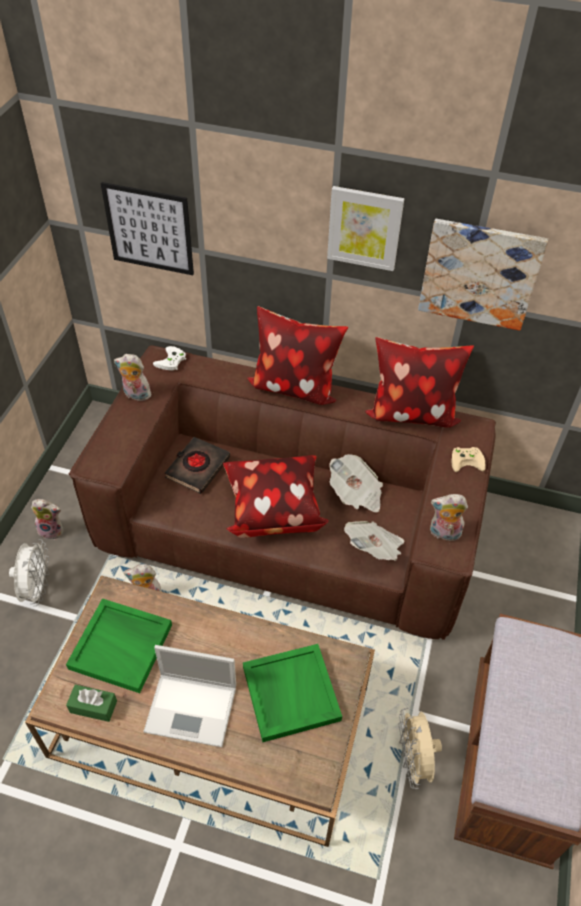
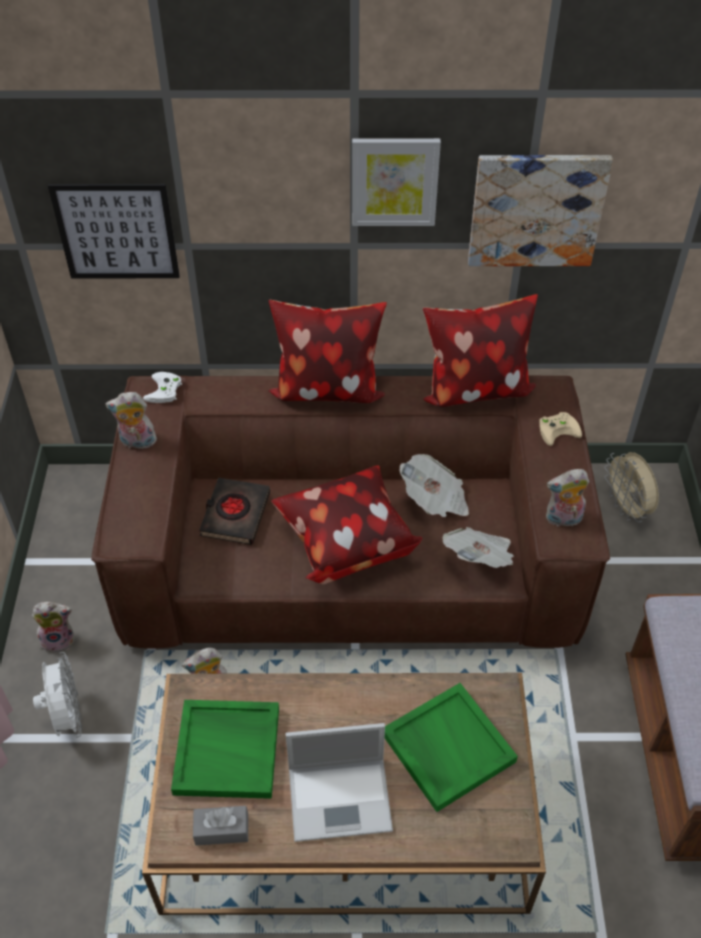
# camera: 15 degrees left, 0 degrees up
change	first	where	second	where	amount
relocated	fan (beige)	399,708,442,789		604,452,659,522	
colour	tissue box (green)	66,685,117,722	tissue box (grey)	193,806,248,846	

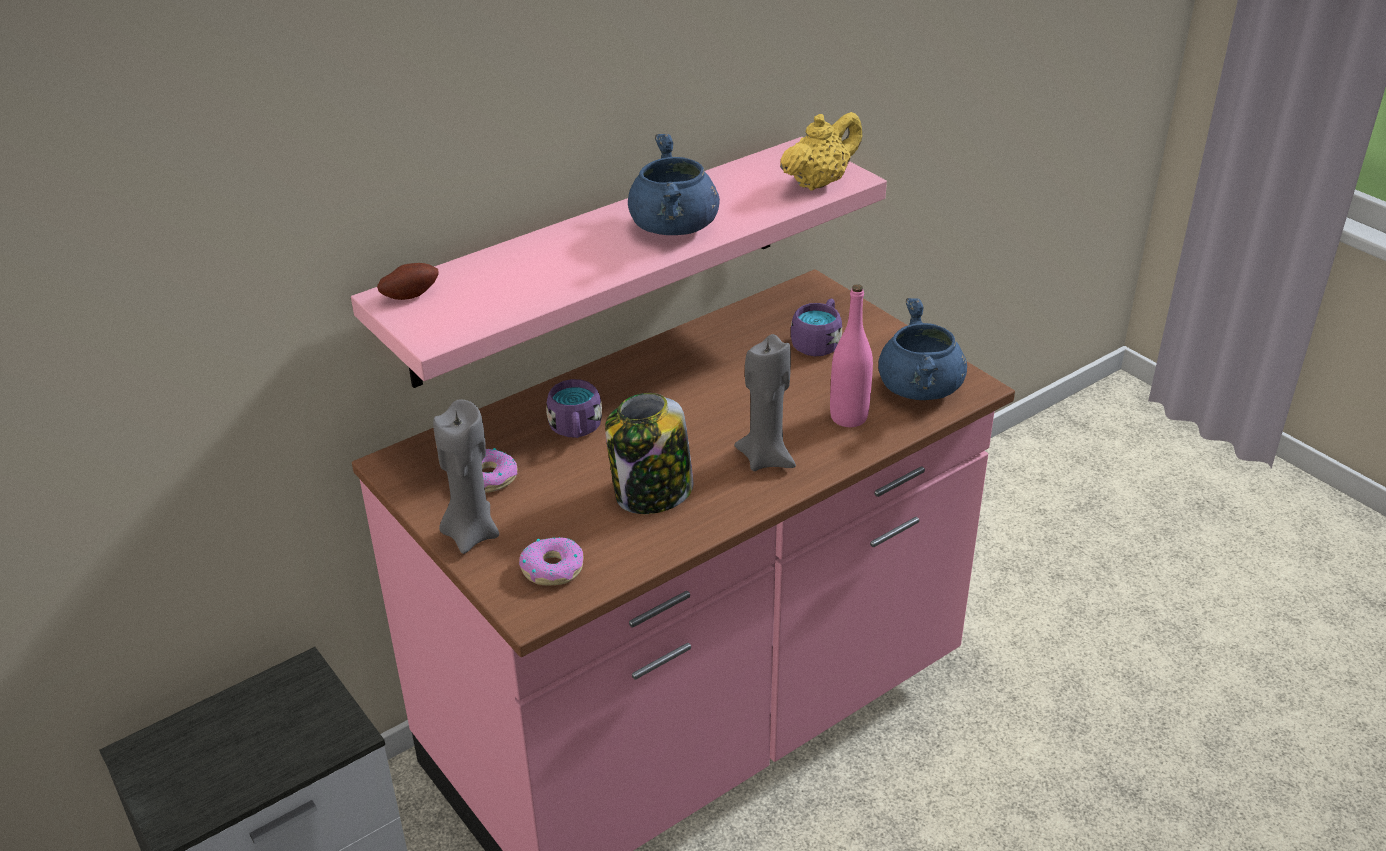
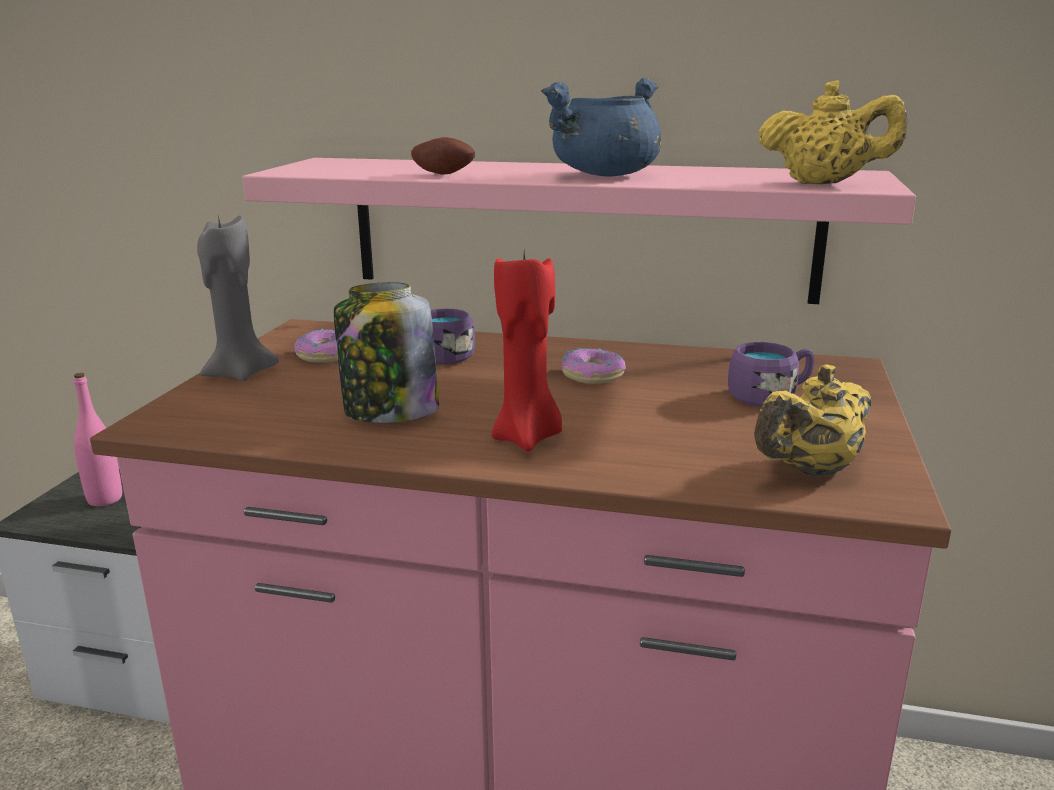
# camera: 50 degrees right, 15 degrees down
change	first	where	second	where	amount
relocated	potato	377,263,439,300		411,137,475,175	
relocated	donut	519,537,584,585		561,348,626,384	
relocated	bottle (pink)	830,284,873,427		73,373,122,506	
exchanged	cooking pot (blue)	878,298,967,400	teapot (yellow)	754,364,871,476	
colour	candle (grey)	734,334,796,471	candle (red)	492,250,562,451	

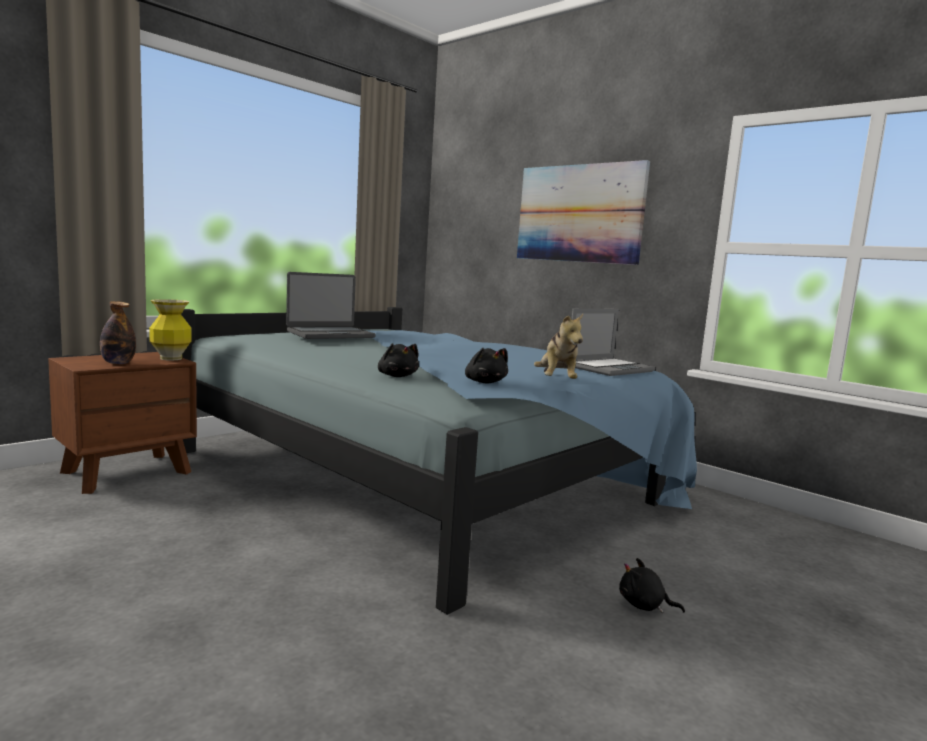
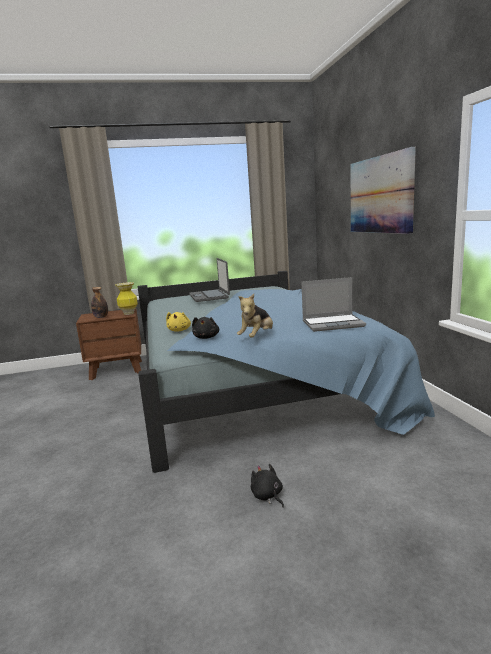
# camera: 35 degrees right, 5 degrees up
change	first	where	second	where	amount
colour	plush toy (black)	378,343,419,377	plush toy (yellow)	166,312,191,332	
spun	laptop	286,272,376,339		189,258,230,302	75 degrees clockwise

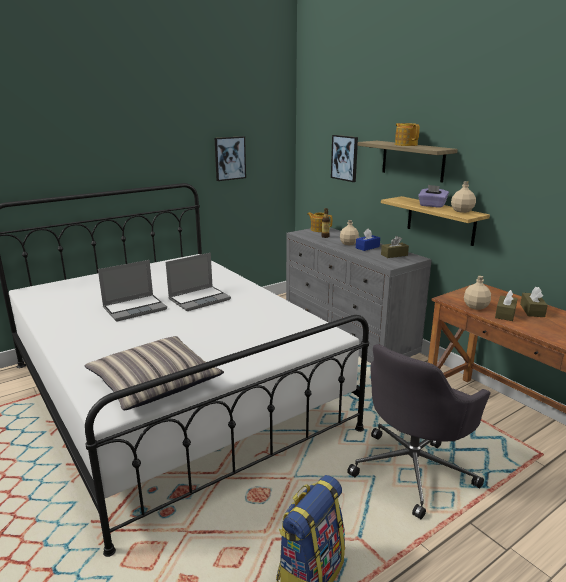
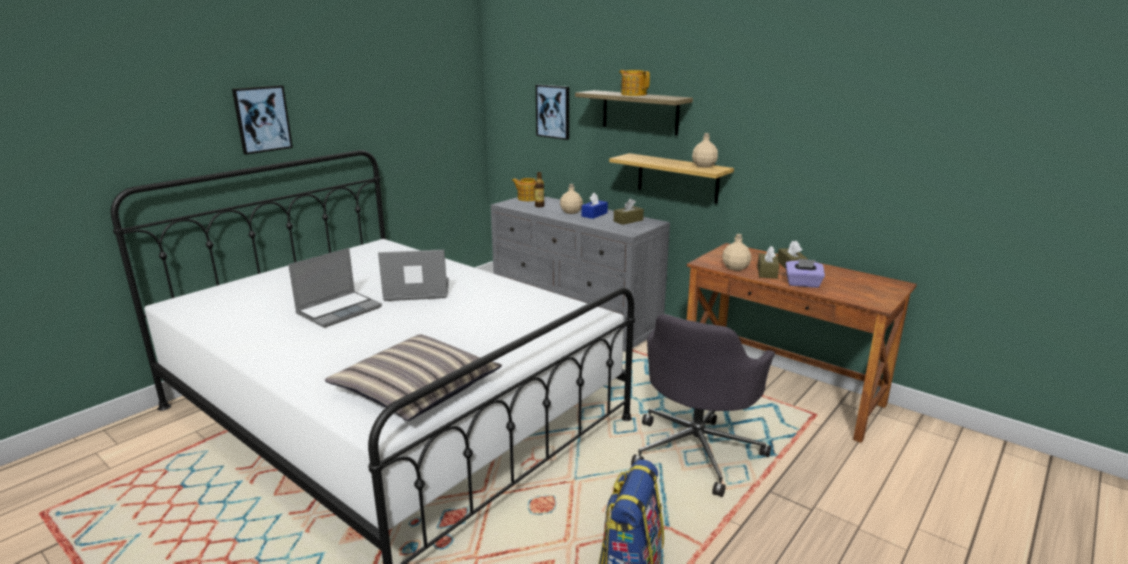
# camera: 15 degrees left, 0 degrees up
change	first	where	second	where	amount
relocated	picture	215,136,246,181		232,85,293,155	
relocated	tissue box (purple)	418,185,449,208		786,259,825,288	
spun	laptop	166,253,231,311		378,250,449,301	135 degrees counterclockwise

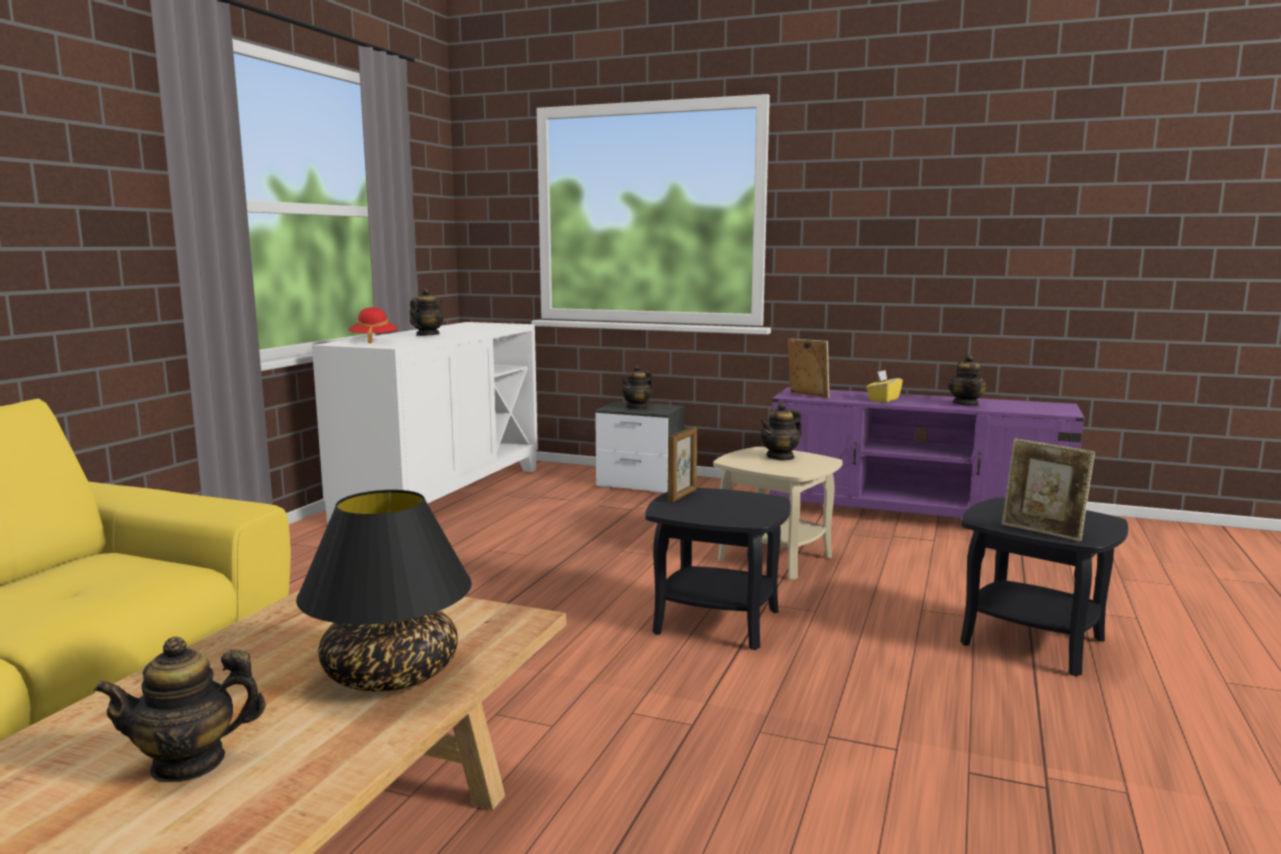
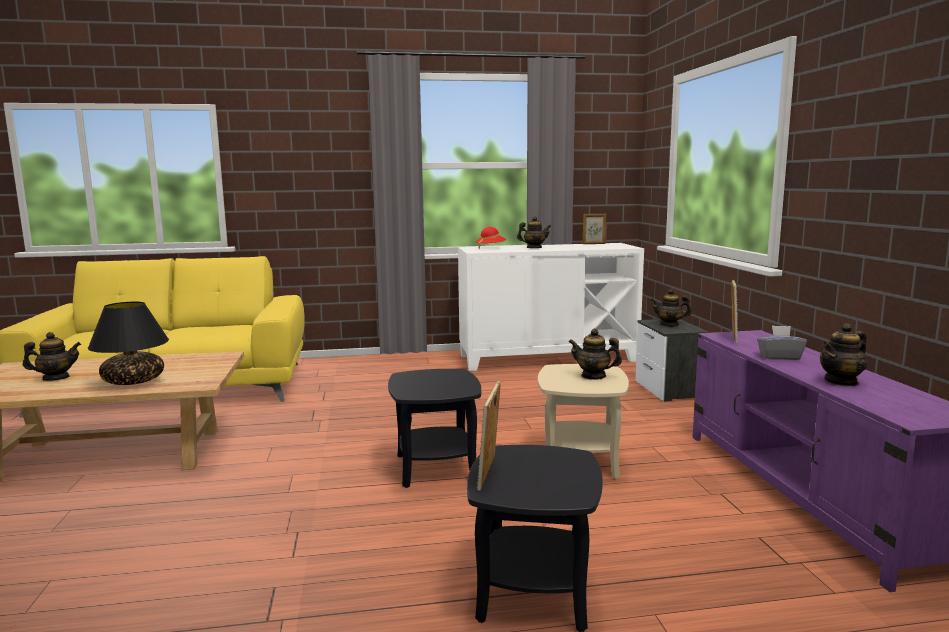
# camera: 60 degrees right, 0 degrees up
change	first	where	second	where	amount
relocated	picture frame	667,427,697,502		583,214,606,244	
colour	tissue box (yellow)	866,370,903,403	tissue box (grey)	757,325,807,360	
spun	teapot	94,636,266,782		23,332,81,381	120 degrees clockwise

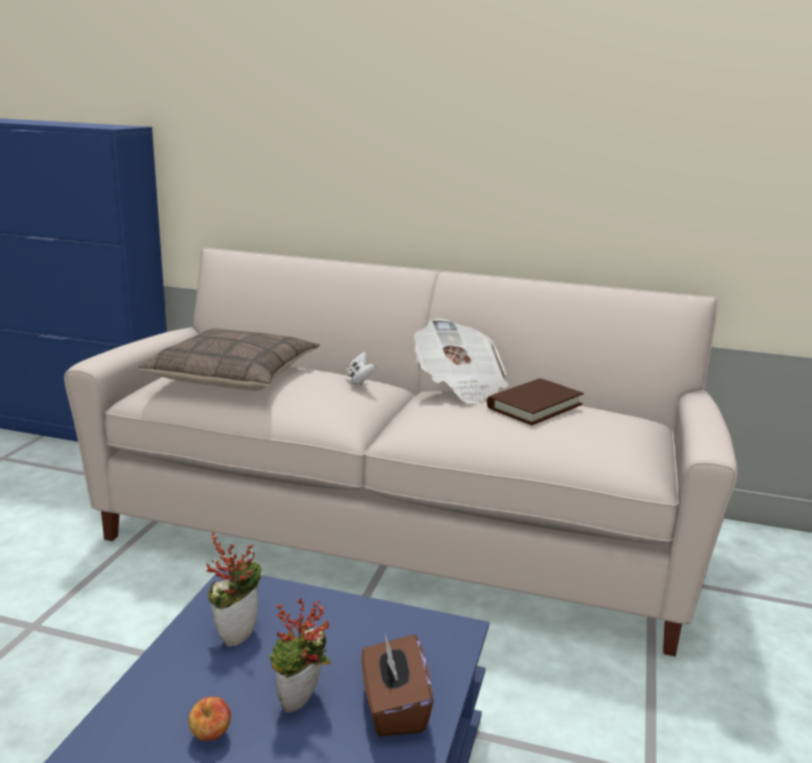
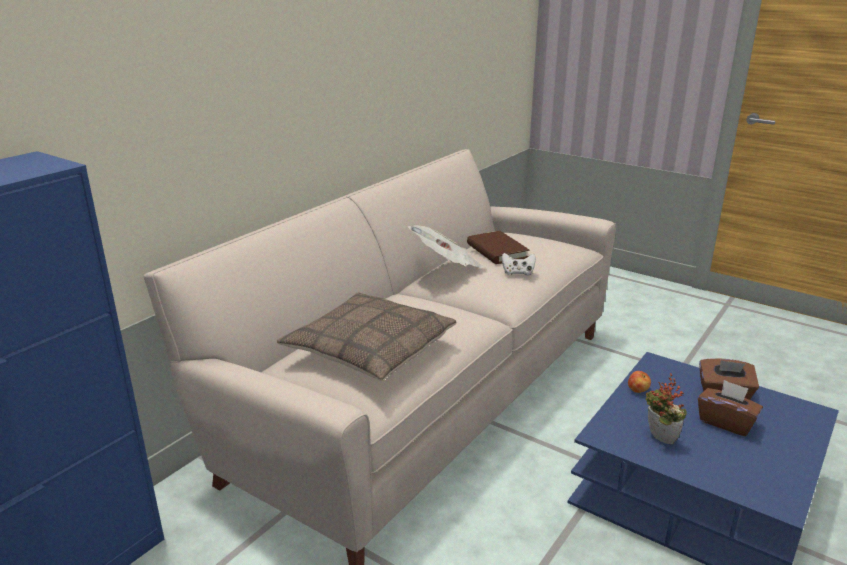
# camera: 70 degrees left, 5 degrees up
change	first	where	second	where	amount
relocated	apple	188,697,231,741		628,371,651,393	
relocated	game controller (white)	346,352,376,385		502,253,536,275	
exchanged	potted plant	270,598,331,713	tissue box (brown)	698,380,763,436	

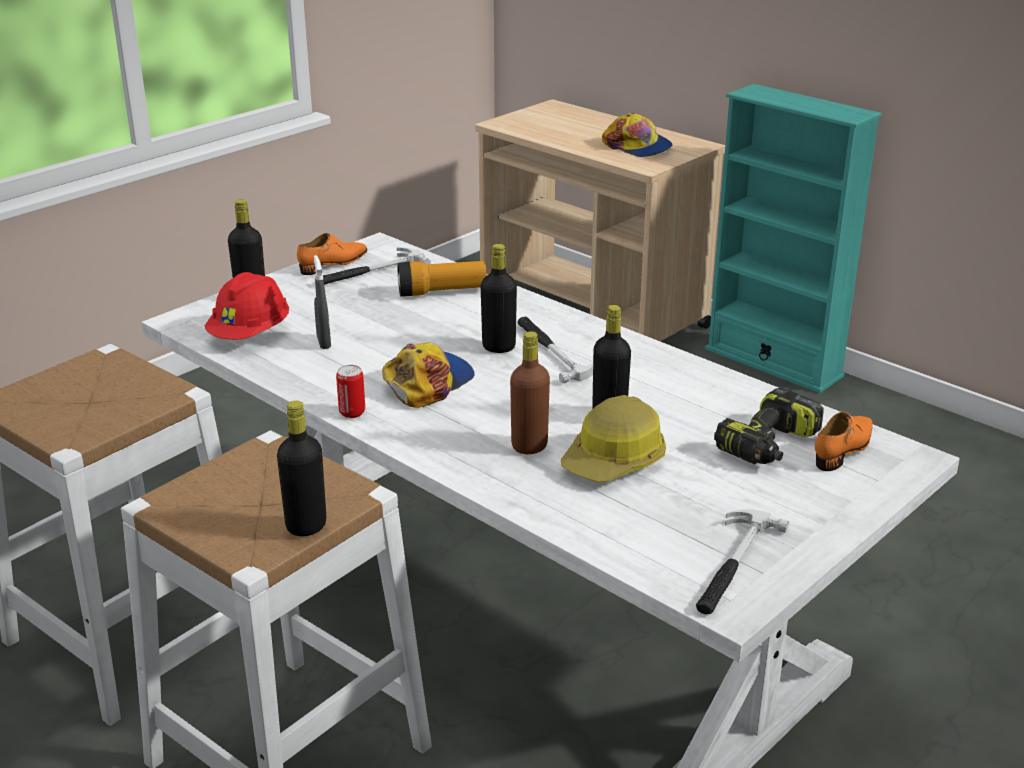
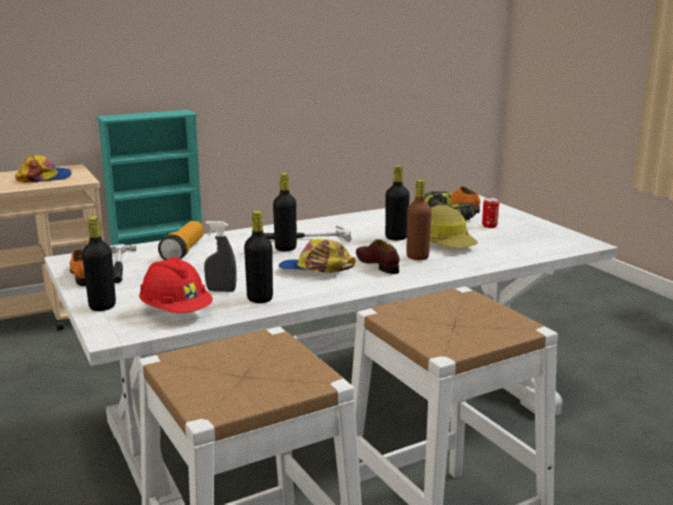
# camera: 70 degrees left, 10 degrees down
change	first	where	second	where	amount
missing	hammer	696,510,789,614			
appeared			shoe (brown)	356,239,400,274	
relocated	bottle (black)	277,401,326,536		244,211,273,303	
relocated	can	336,365,365,418		482,197,499,228	
spun	cap	382,343,475,408		279,239,356,273	45 degrees counterclockwise

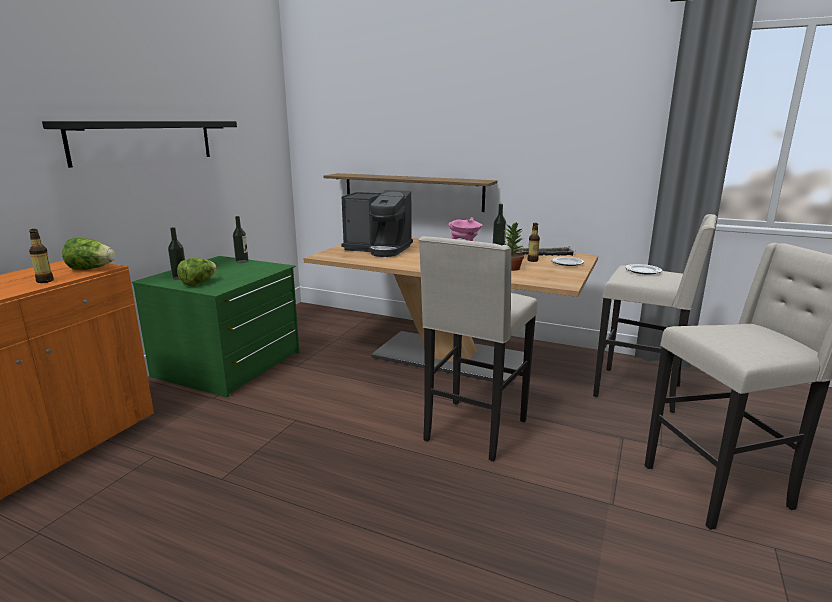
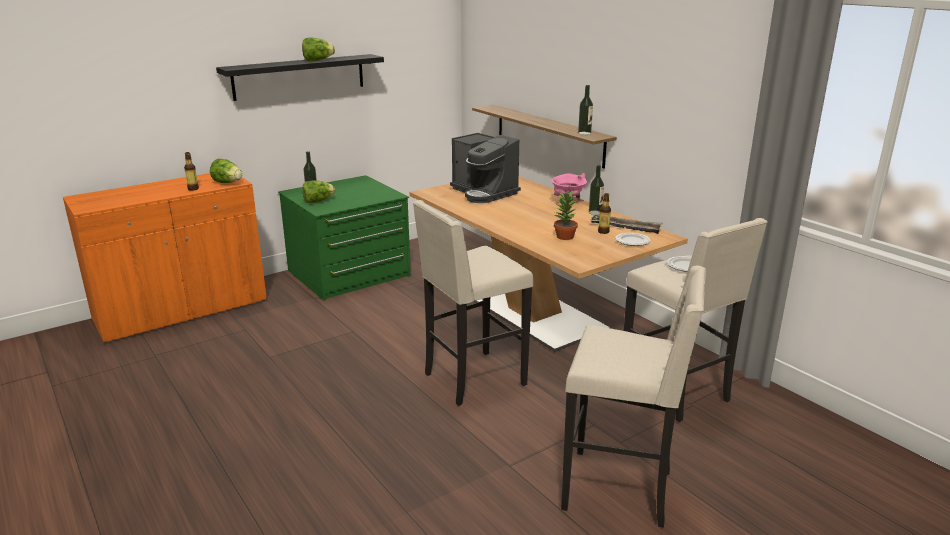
# camera: 30 degrees right, 5 degrees up
change	first	where	second	where	amount
appeared			lettuce	302,37,335,61	
relocated	bottle	233,216,249,263		578,85,593,135	

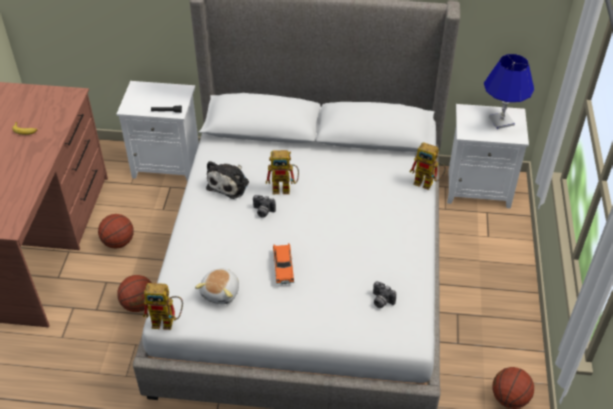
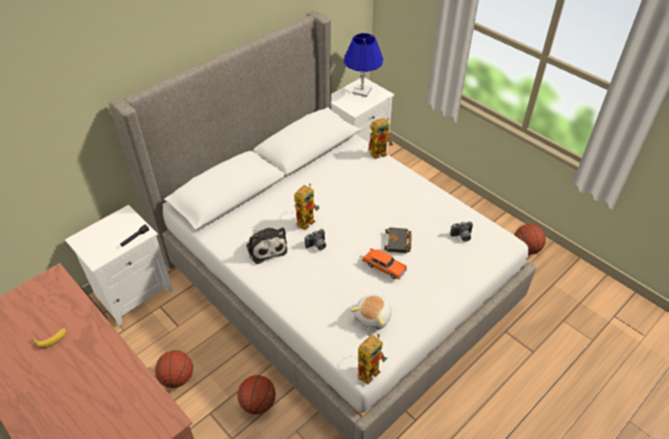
# camera: 50 degrees left, 0 degrees up
change	first	where	second	where	amount
appeared			book (black)	384,227,412,253	
spun	plush toy	195,268,239,304		350,294,392,330	60 degrees clockwise

